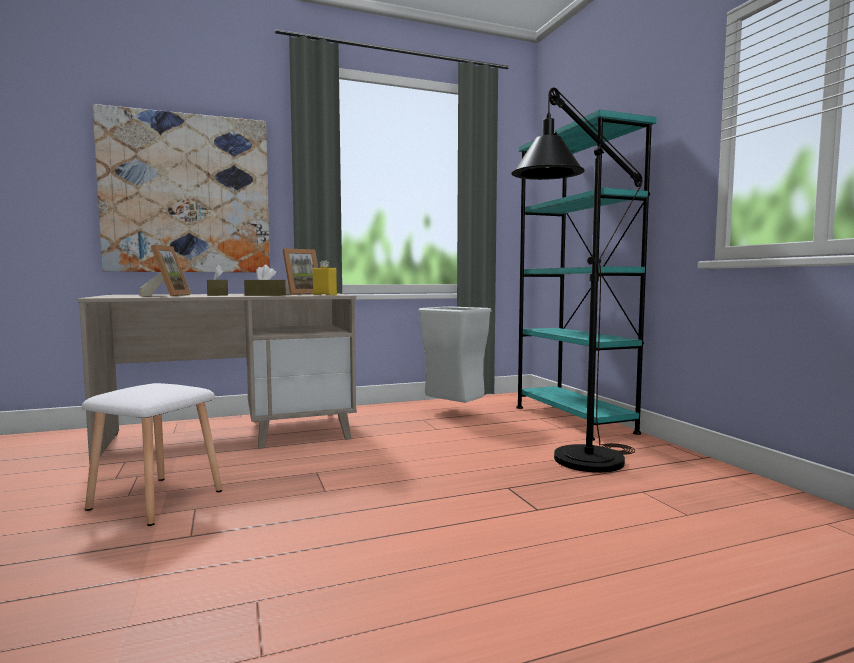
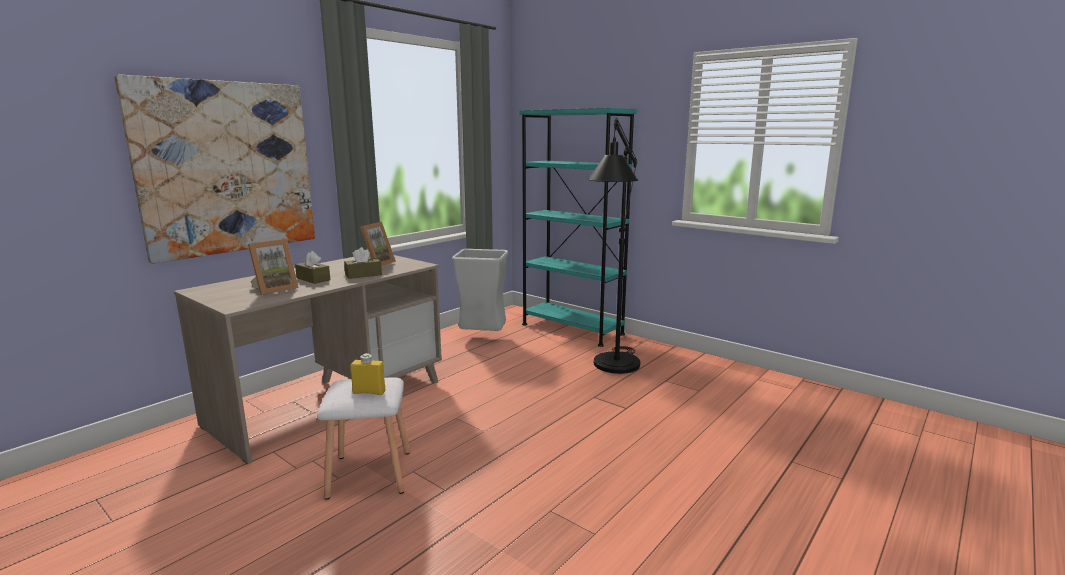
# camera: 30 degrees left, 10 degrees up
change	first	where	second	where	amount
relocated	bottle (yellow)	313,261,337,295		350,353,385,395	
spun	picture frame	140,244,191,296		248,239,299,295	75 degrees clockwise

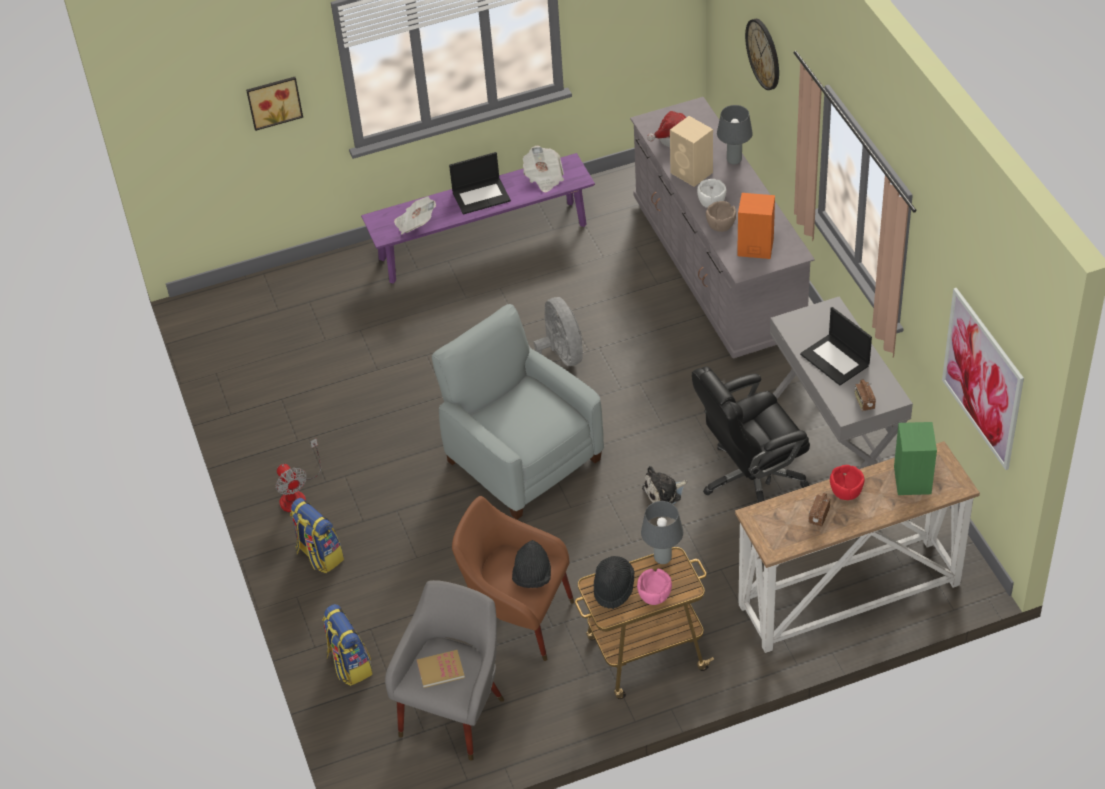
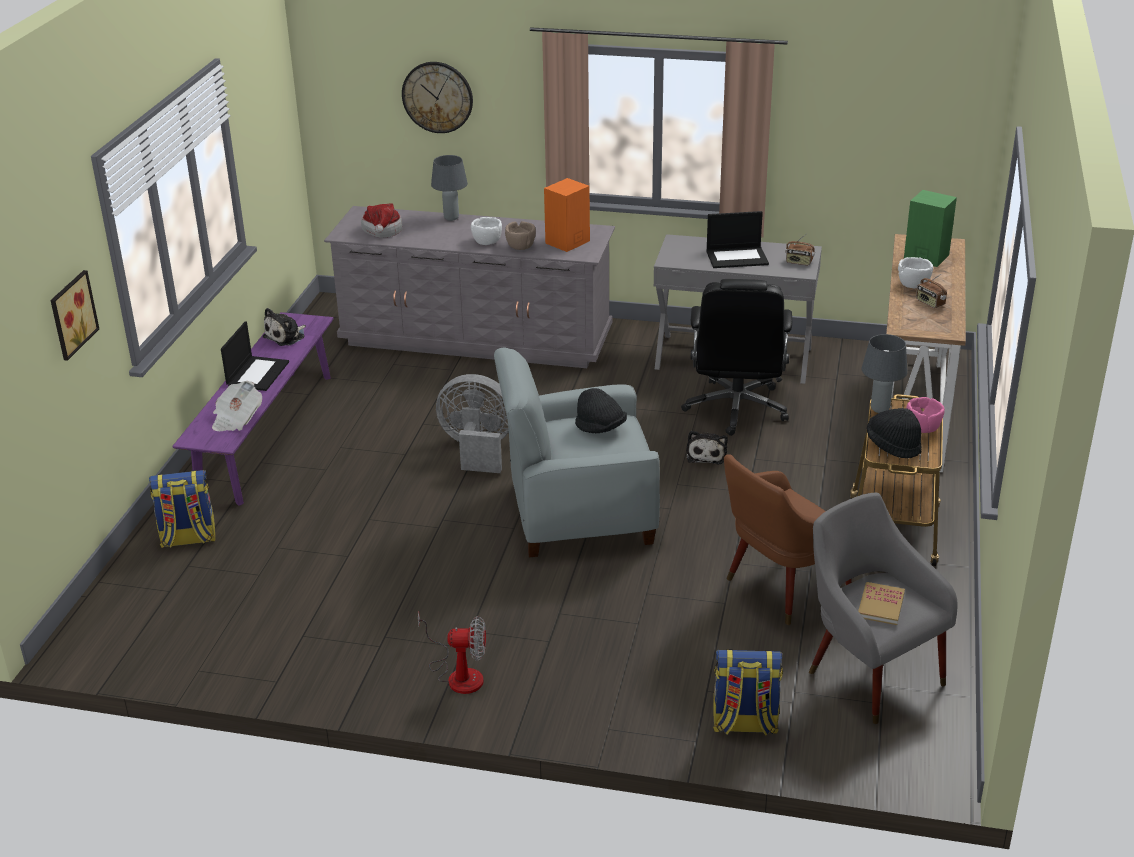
# camera: 60 degrees left, 15 degrees down
change	first	where	second	where	amount
missing	speaker (beige)	670,116,713,187			
missing	picture	942,288,1024,470			
relocated	backpack	290,498,344,573		149,470,216,548	
relocated	hat (black)	512,540,551,588		575,388,627,433	
exchanged	newspaper	523,146,564,192	plush toy	263,308,306,346	
colour	bowl (red)	830,465,865,500	bowl (white)	898,257,933,288	

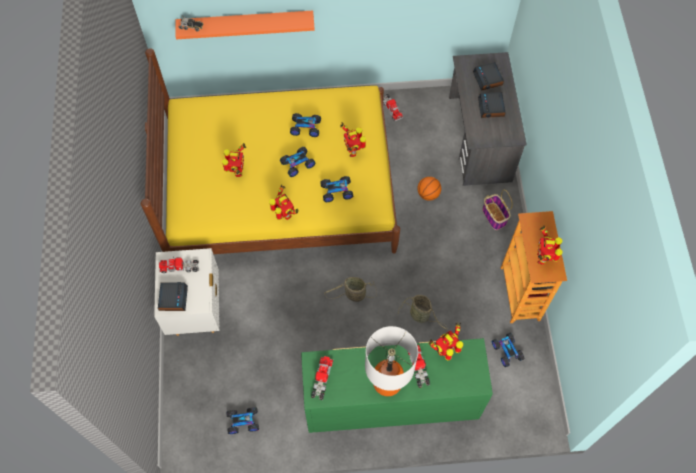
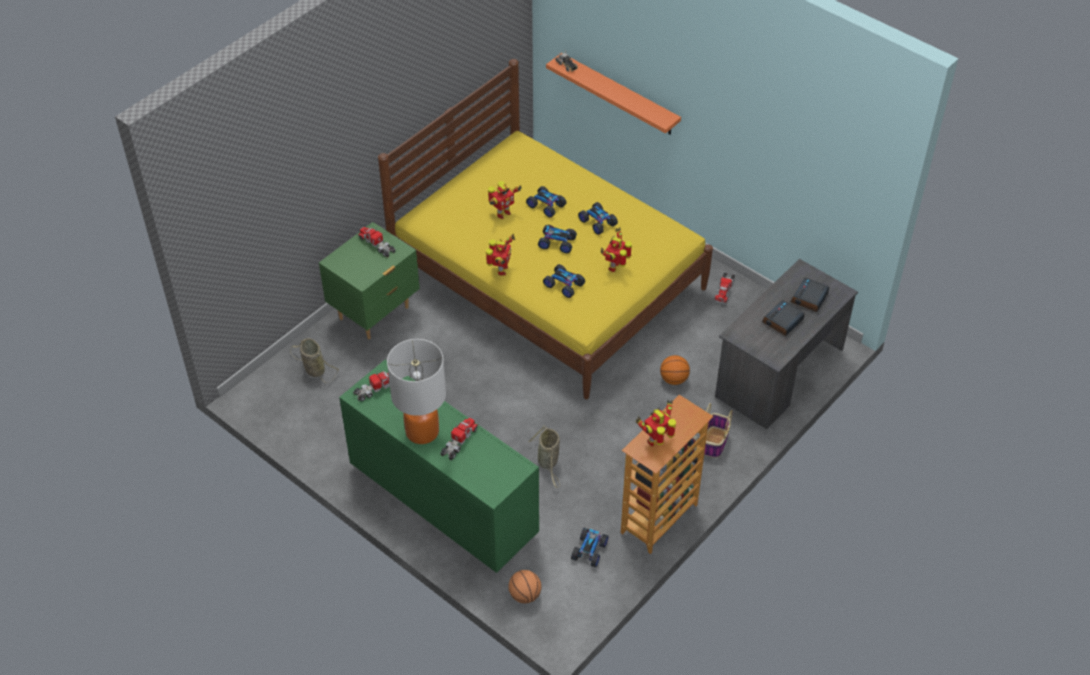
# camera: 45 degrees right, 15 degrees down
change	first	where	second	where	amount
missing	alarm clock	158,282,188,311			
missing	toy robot	428,323,463,361			
appeared			basketball	508,570,542,603	
relocated	toy car	226,407,259,434		526,186,567,218	
relocated	basket	324,277,377,302		290,338,339,383	
colour	nightstand (white)	154,248,219,336	nightstand (green)	319,222,420,339	

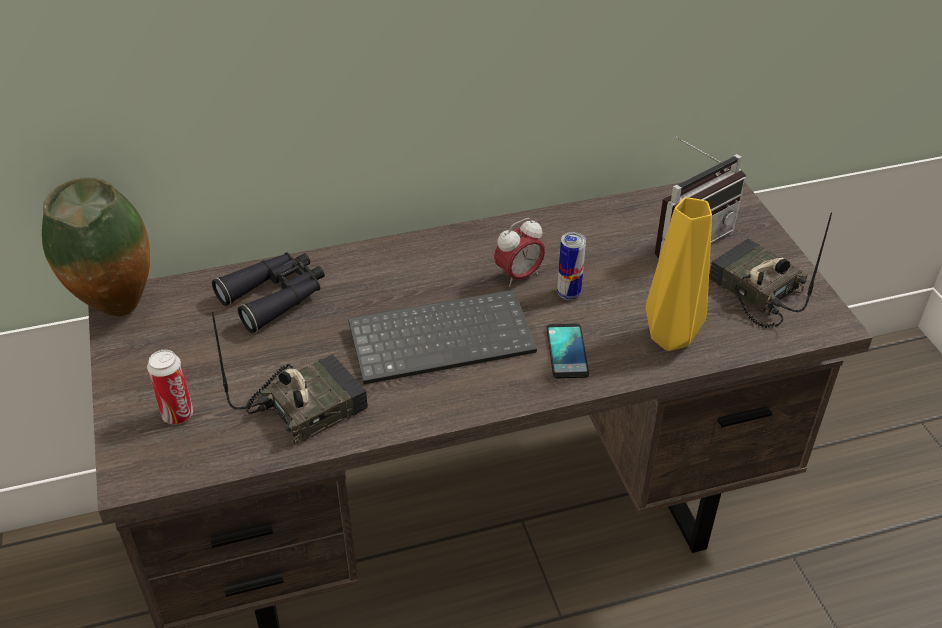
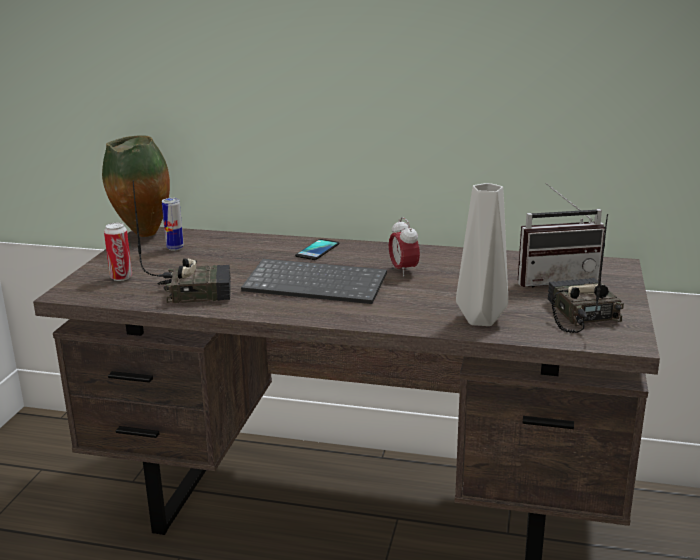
# camera: 30 degrees right, 20 degrees down
change	first	where	second	where	amount
missing	binoculars (black)	212,252,325,333			
relocated	phone	546,324,589,378		295,239,339,260	
relocated	can	557,232,586,300		162,198,184,251	
colour	vase (yellow)	646,197,712,351	vase (grey)	456,183,508,326	
spun	alarm clock	494,218,545,287		389,217,420,277	75 degrees clockwise

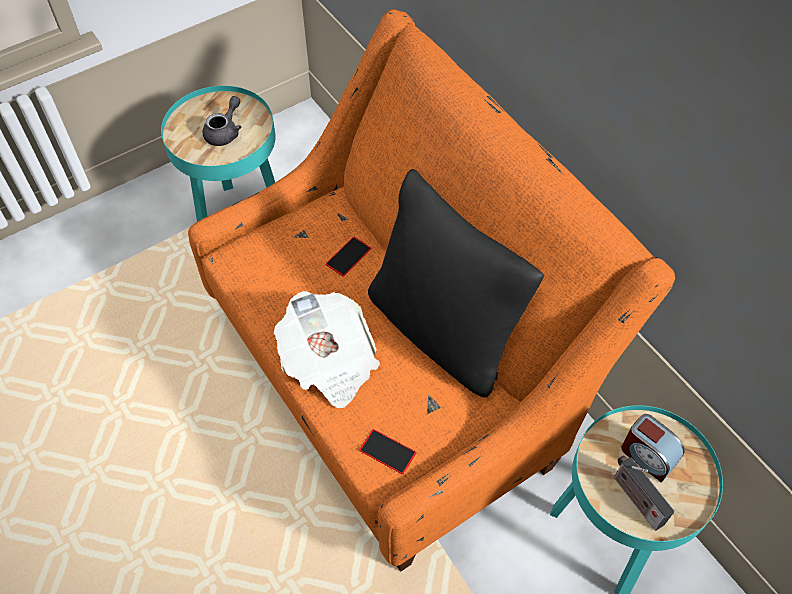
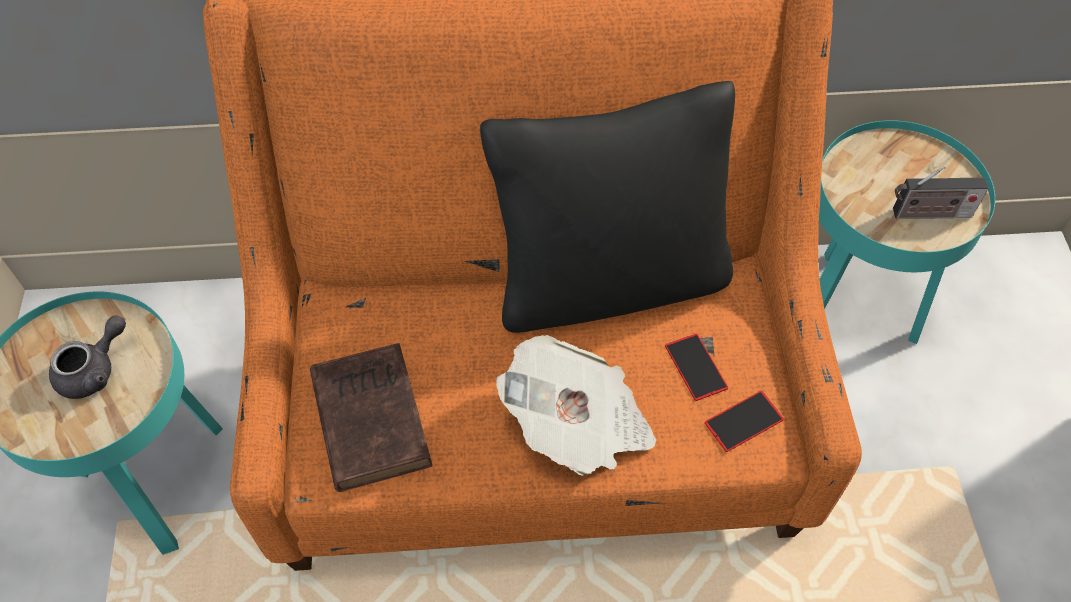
# camera: 60 degrees left, 0 degrees up
change	first	where	second	where	amount
missing	alarm clock	621,414,685,483			
appeared			book (brown)	310,343,433,492	
relocated	phone	326,237,371,277		665,333,728,401	
spun	teapot (grey)	203,96,241,146		49,316,126,399	75 degrees clockwise

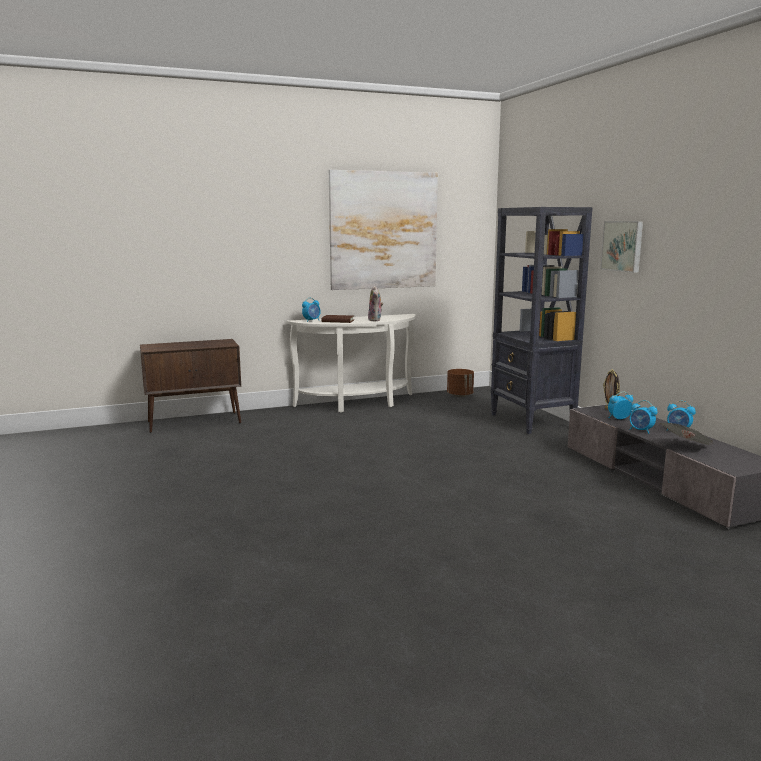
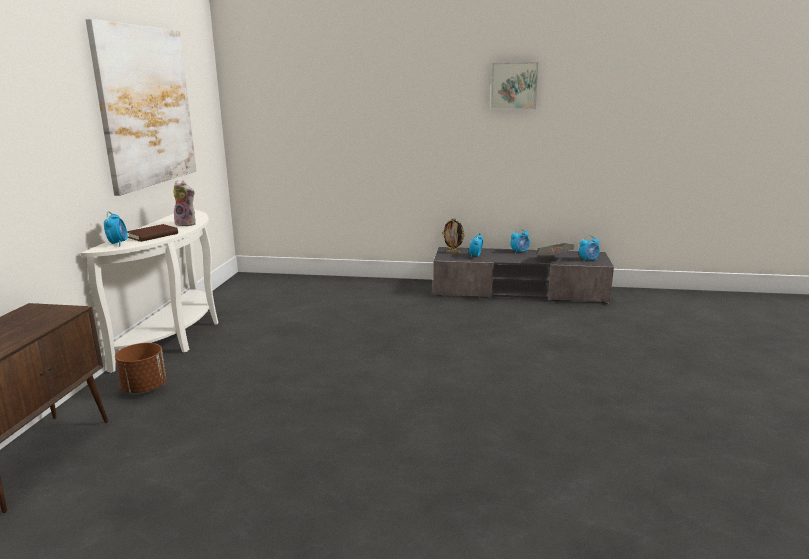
# camera: 60 degrees left, 5 degrees up
change	first	where	second	where	amount
missing	bookcase (black)	491,207,593,434			
relocated	planter (brown)	447,369,474,397		115,343,166,393	
relocated	picture	600,221,643,273		491,62,538,109	
relocated	alarm clock	629,400,658,434		579,235,600,262	

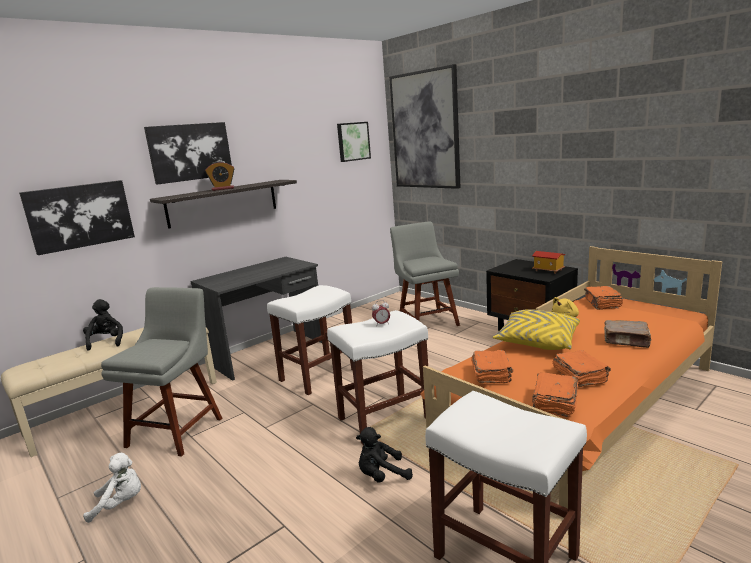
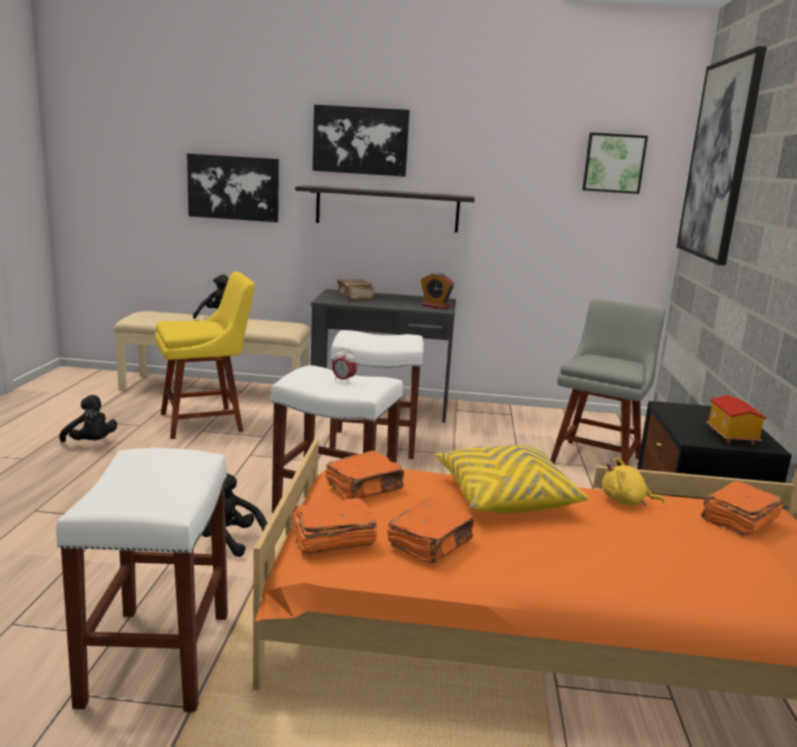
# camera: 45 degrees right, 0 degrees up
change	first	where	second	where	amount
relocated	alarm clock	205,161,234,191		421,272,454,309	
relocated	book (brown)	604,320,651,348		337,279,375,300	
colour	plush toy (white)	83,453,141,523	plush toy (black)	59,395,117,442	
colour	chair (grey)	101,287,222,457	chair (yellow)	155,271,255,439	

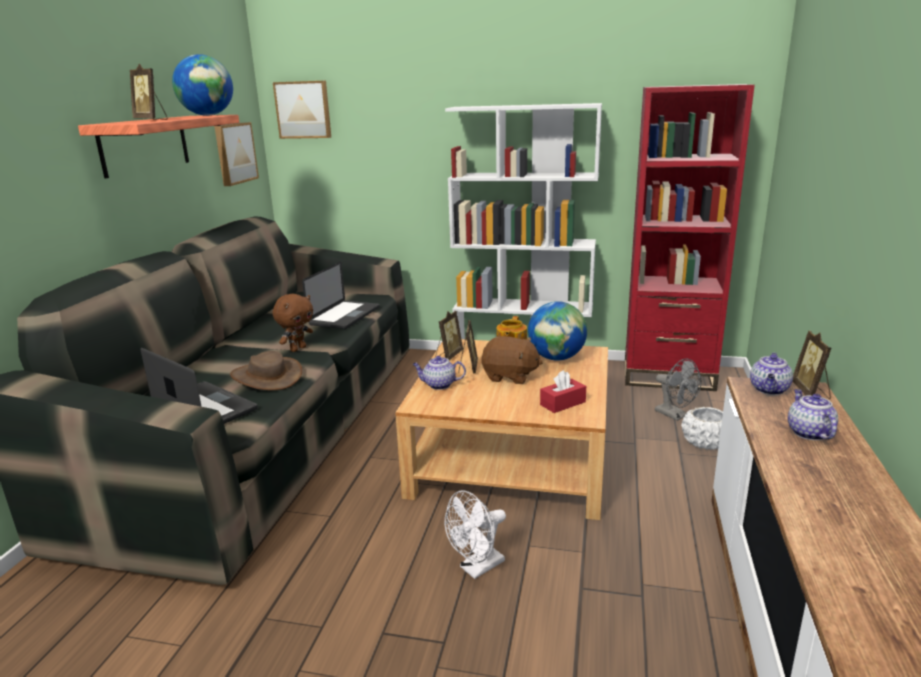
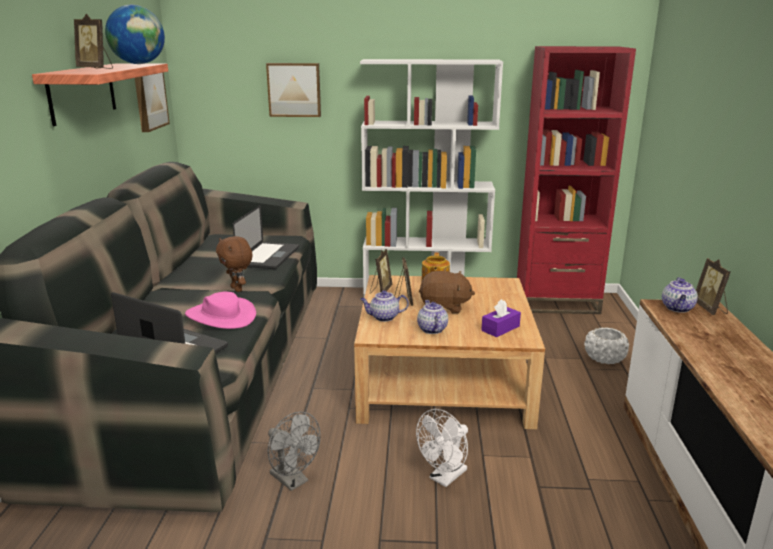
# camera: 10 degrees left, 0 degrees up
change	first	where	second	where	amount
missing	globe	528,301,587,361			
relocated	picture	273,81,331,139		266,63,321,117	
relocated	fan (grey)	655,359,701,421		267,412,321,491	
relocated	teapot	788,389,838,440		417,300,448,334	
colour	hat (brown)	230,351,302,390	hat (pink)	185,291,256,329	
colour	tissue box (red)	540,370,586,413	tissue box (purple)	481,299,521,337	
spun	plush toy (brown)	273,294,313,352		216,236,253,292	120 degrees clockwise

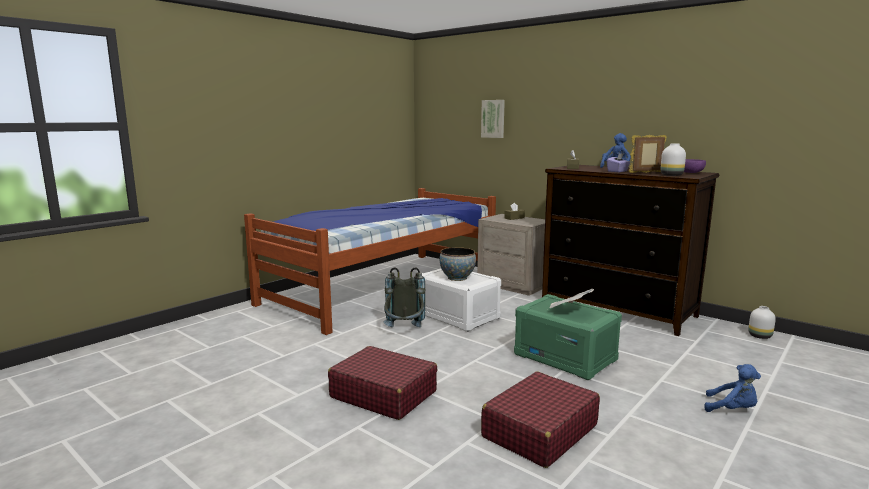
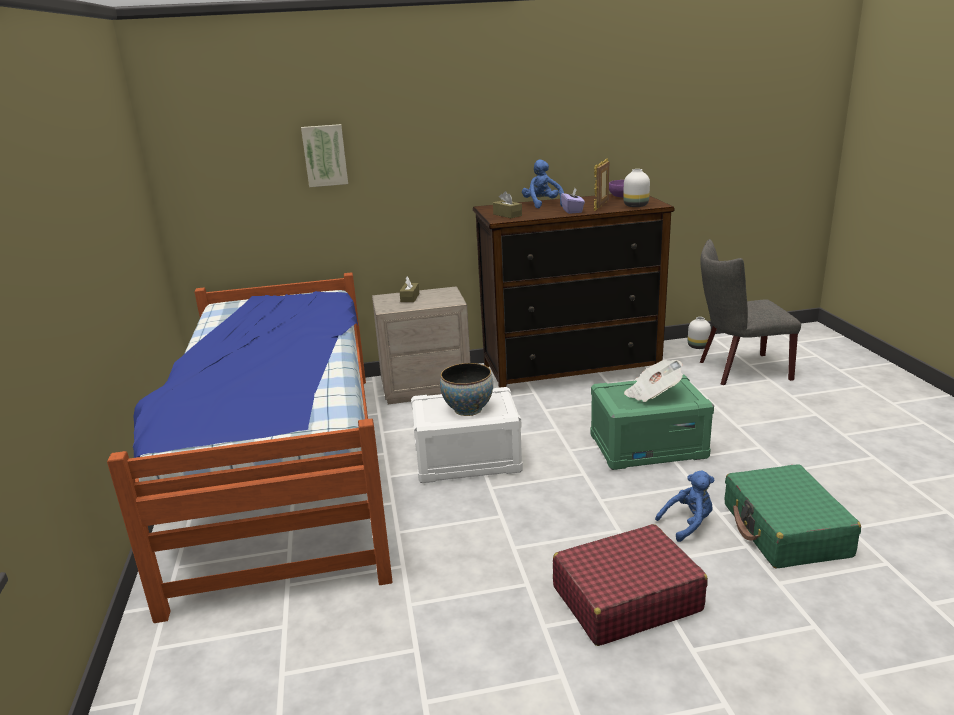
# camera: 50 degrees left, 10 degrees up
change	first	where	second	where	amount
missing	backpack (grey)	384,267,425,327			
appeared			chair (grey)	700,239,801,385	
relocated	plush toy (blue)	704,364,761,412		655,470,715,542	
colour	suitcase (red)	481,372,600,468	suitcase (green)	725,464,861,568	

